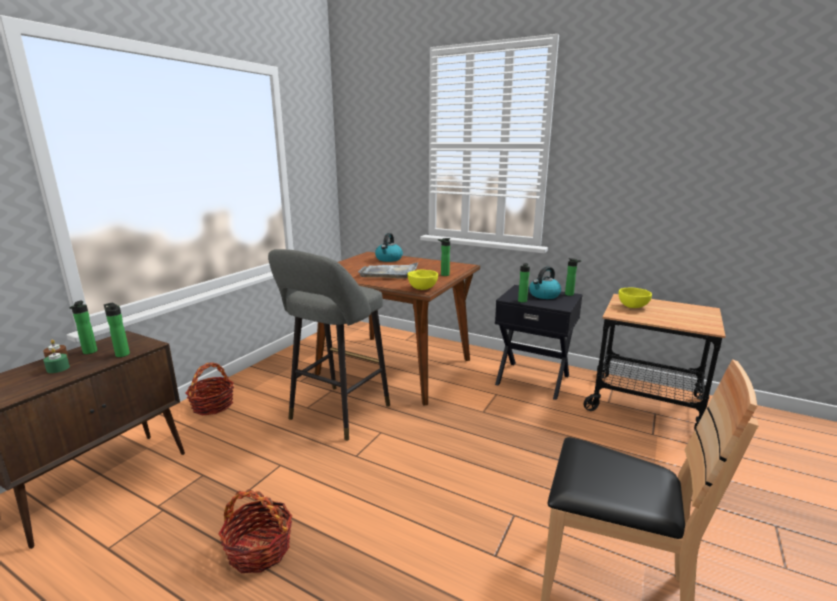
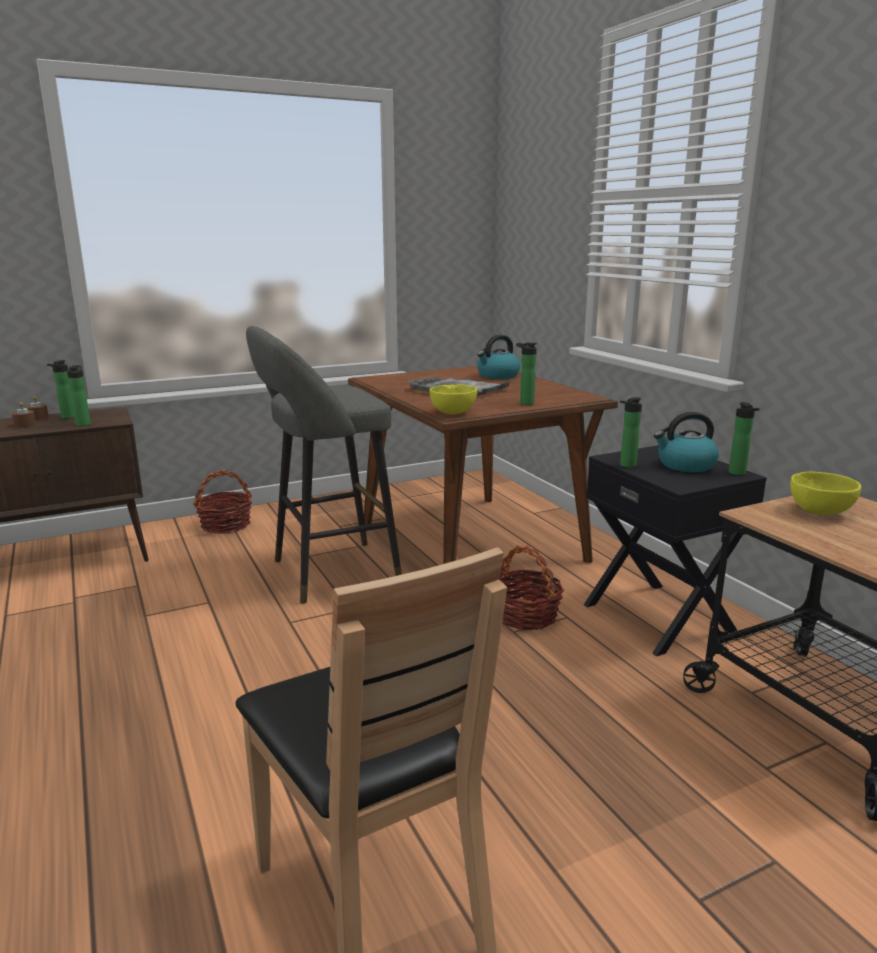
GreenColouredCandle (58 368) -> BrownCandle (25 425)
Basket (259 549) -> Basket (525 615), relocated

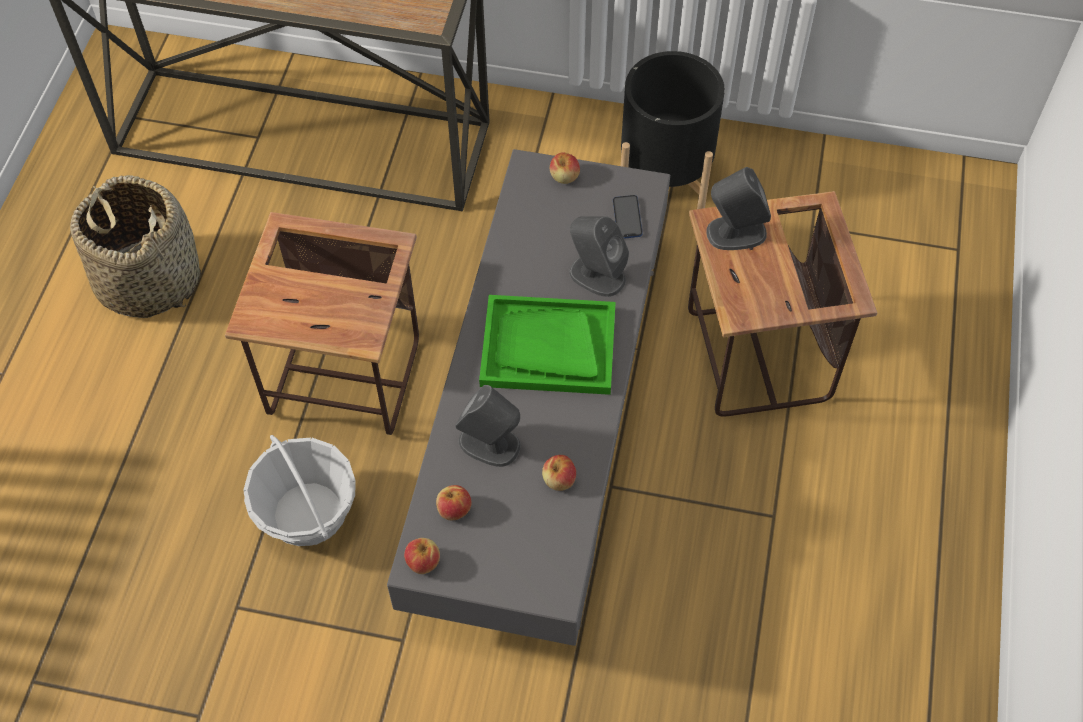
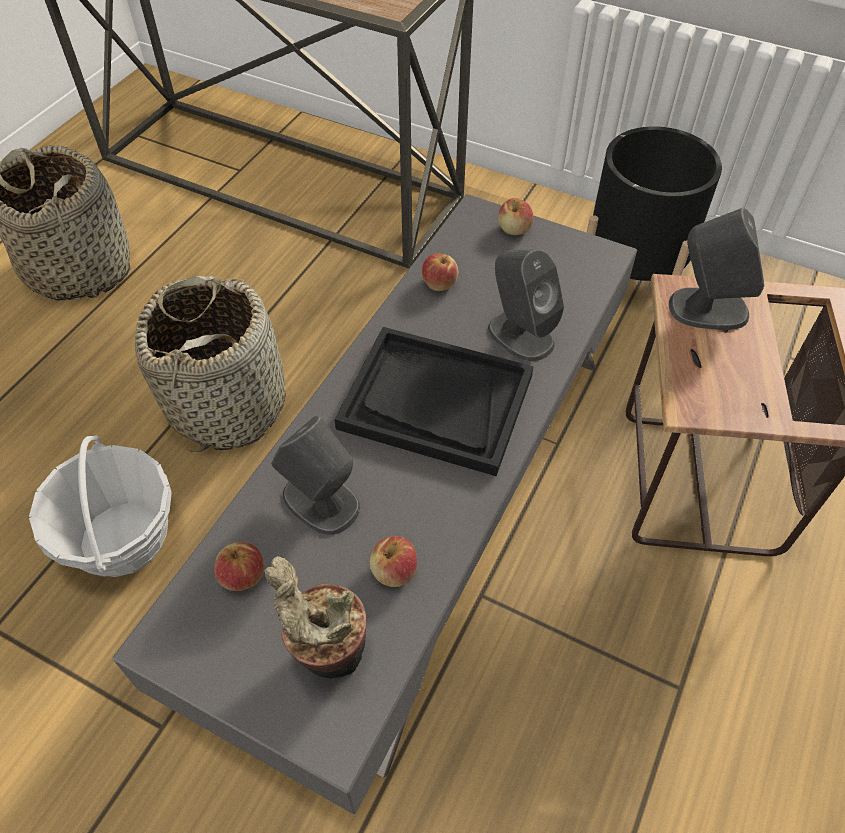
Telephone (627 218) -> none
AccentTable (348 379) -> Basket (228 404)
GreenColouredServingTray (548 347) -> BlackishServingTray (435 402)
WholeApple (423 561) -> WholeApple (439 283), relocated
none -> PottedPlant (327 656)

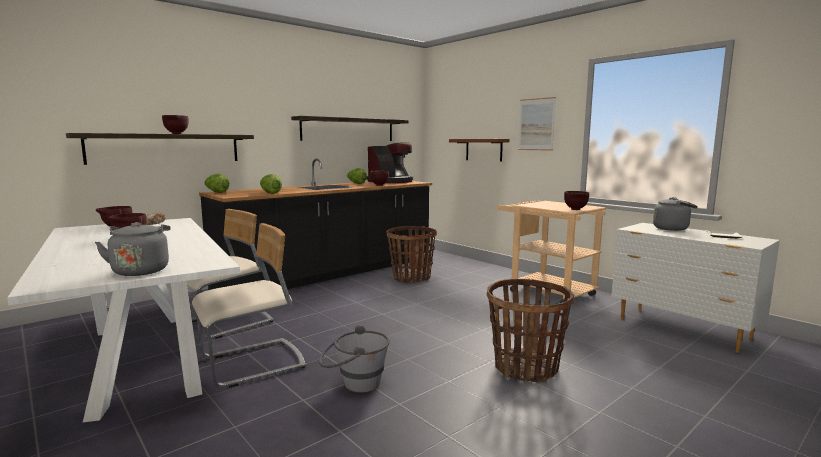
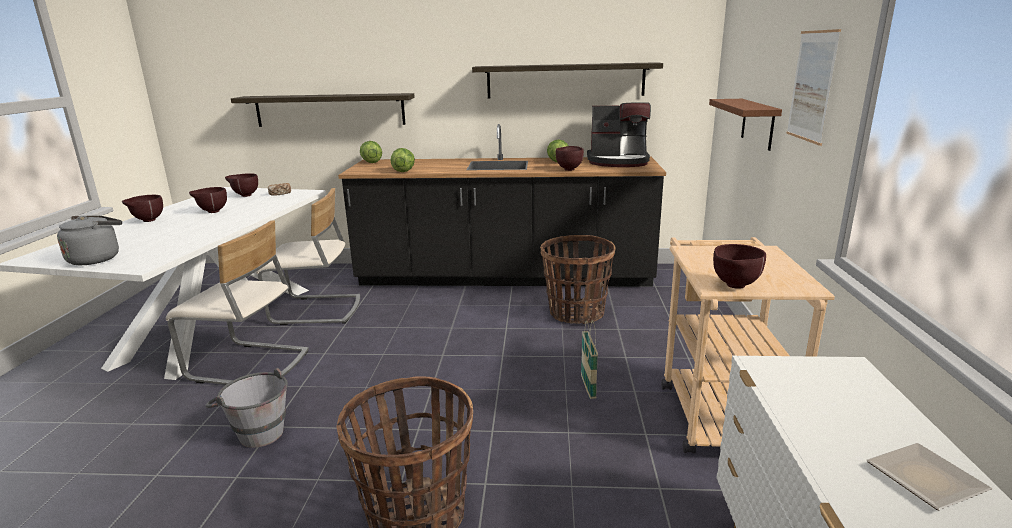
BrownServingBowl (176 133) -> BrownServingBowl (147 221), relocated
GrayTeaKettle (673 229) -> none
none -> Basket (588 387)

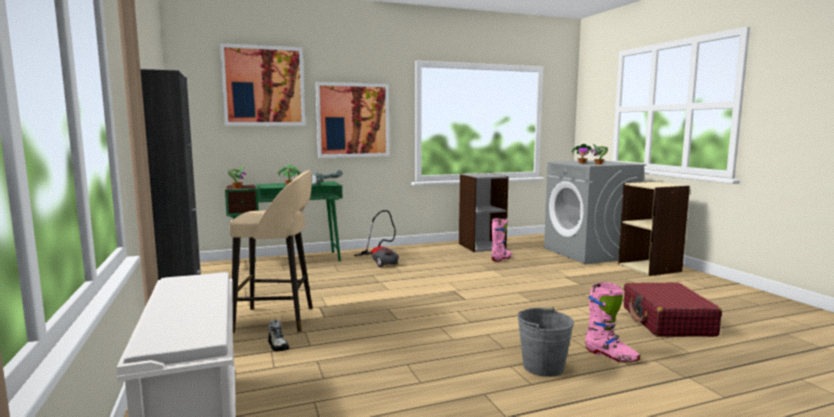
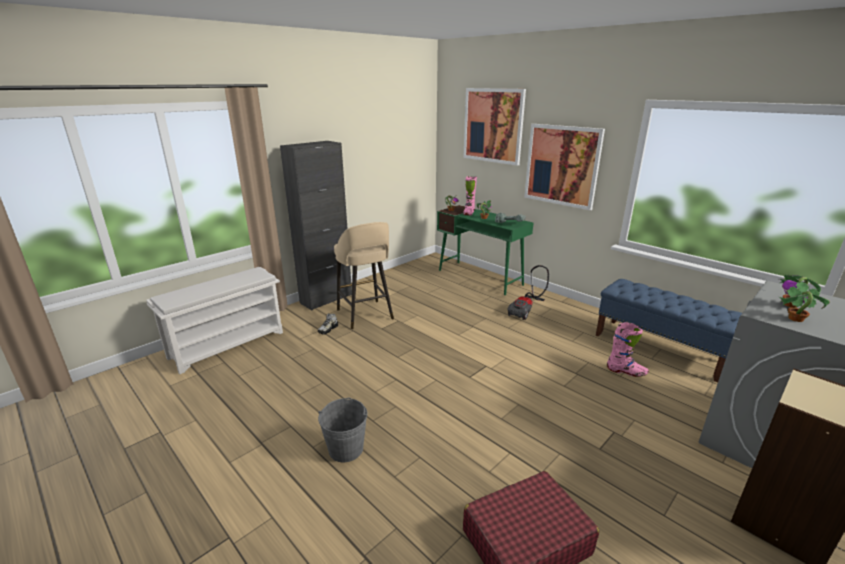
GrayShelvingUnit (481 246) -> BlueIndoorBench (659 348)
PinkishBoot (611 356) -> PinkishBoot (468 213), relocated

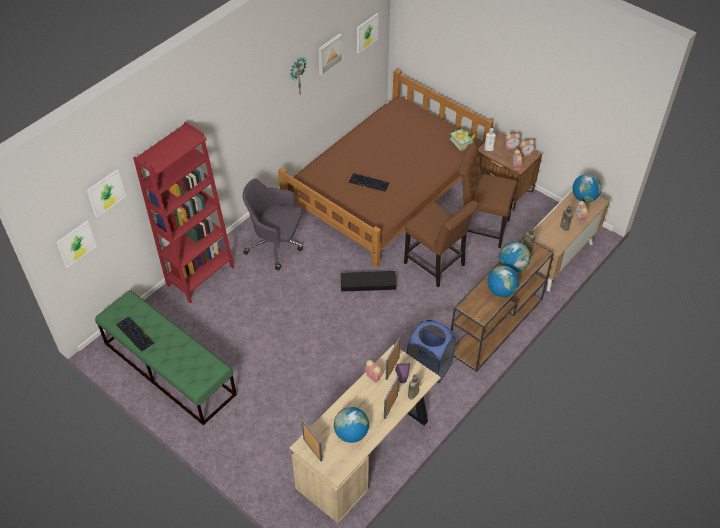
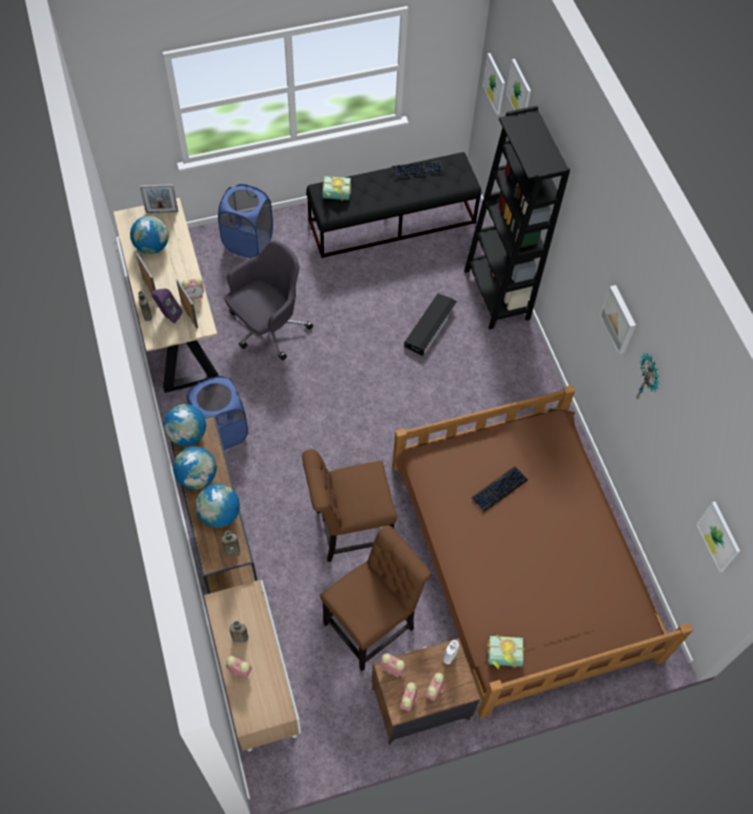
WallPicture (329 53) -> WallPicture (620 319), relocated
RedShelvingUnit (200 276) -> BlackishShelvingUnit (496 294)
Globe (584 198) -> Globe (187 435), relocated
GrayDeskChair (276 245) -> GrayDeskChair (268 328), relocated
BlackishStorageContainer (368 283) -> BlackishStorageContainer (430 327), relocated
GreenColouredIndoorBench (169 368) -> BlackishIndoorBench (392 221)
none -> Book (336 196)
none -> BlueWashingBasket (248 242)

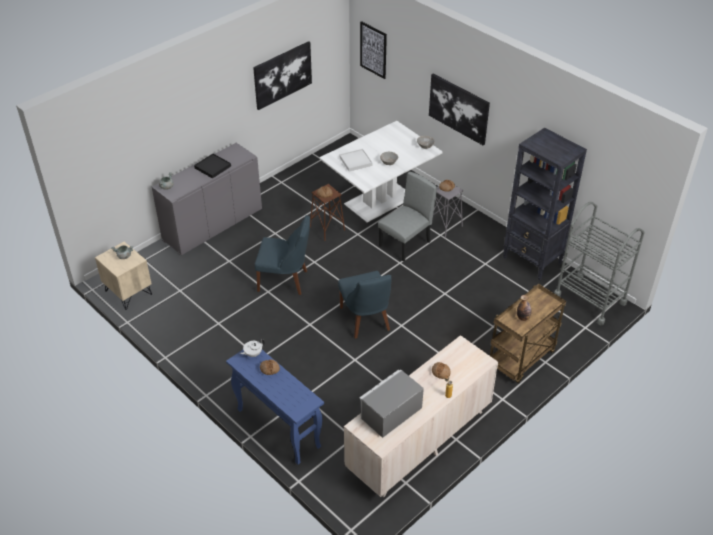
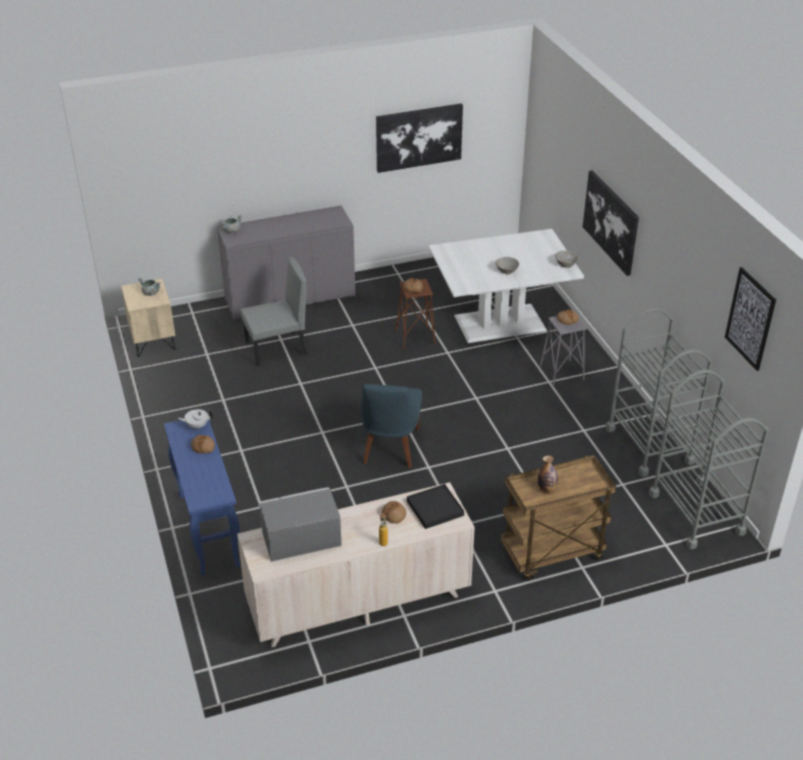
WallPicture (373 50) -> WallPicture (750 318), relocated
BlackishShelvingUnit (532 261) -> GrayWheeledCart (649 445)
WhiteServingTray (355 161) -> none
BlackishServingTray (213 167) -> BlackishServingTray (435 508), relocated
GrayUprightChair (405 244) -> GrayUprightChair (276 349), relocated
BlueUprightChair (285 281) -> none

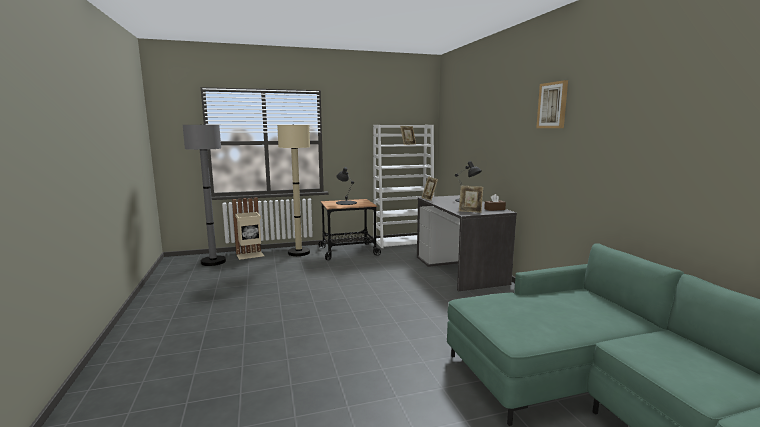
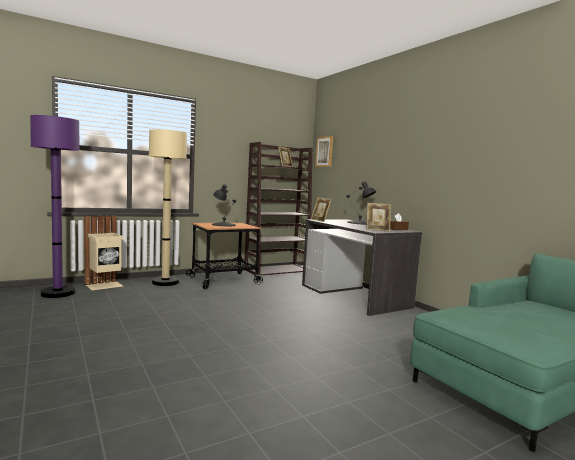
WallPicture (552 105) -> WallPicture (324 152), relocated
GrayStandingLamp (213 262) -> PurplishStandingLamp (57 293)
WhiteShelvingUnit (404 241) -> BrownShelvingUnit (277 271)

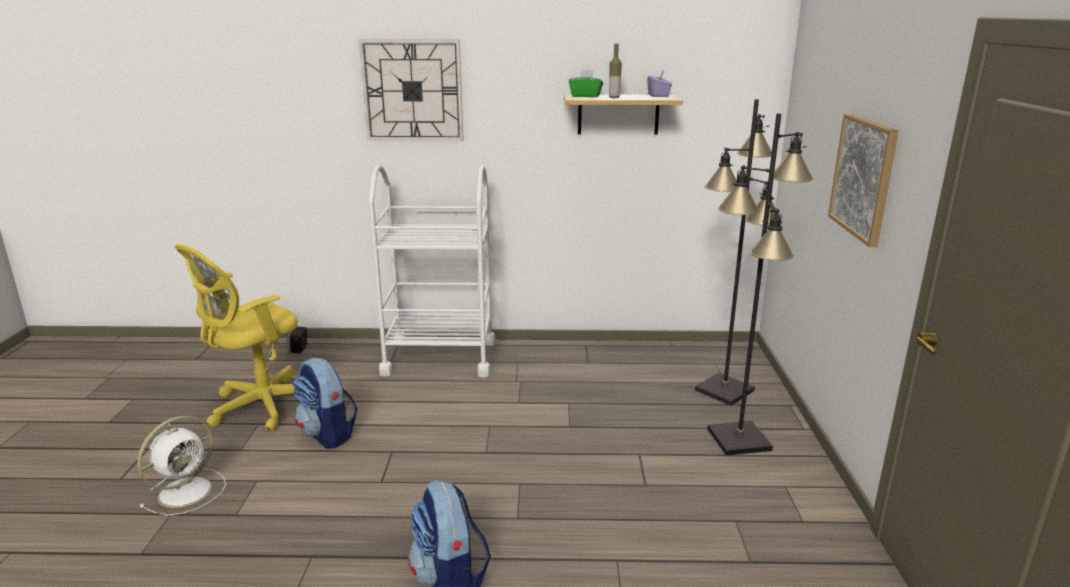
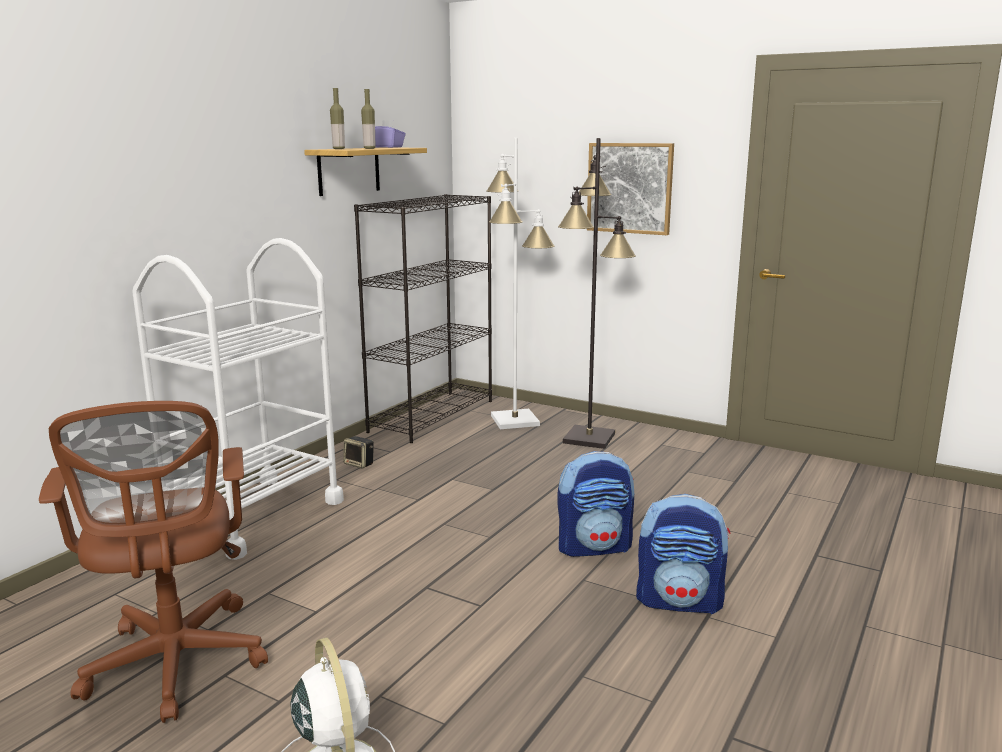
ClockOnTheWall (412 91) -> none
GreenColouredTissueHolder (585 96) -> Bottle (338 149)
BlackishStandingLamp (725 390) -> WhiteStandingLamp (515 420)
YellowDeskChair (261 406) -> BrownDeskChair (175 666)
Loudspeaker (298 349) -> Loudspeaker (360 464), relocated
Knapsack (328 434) -> Knapsack (594 547), relocated
none -> BlackishShelvingUnit (432 416)

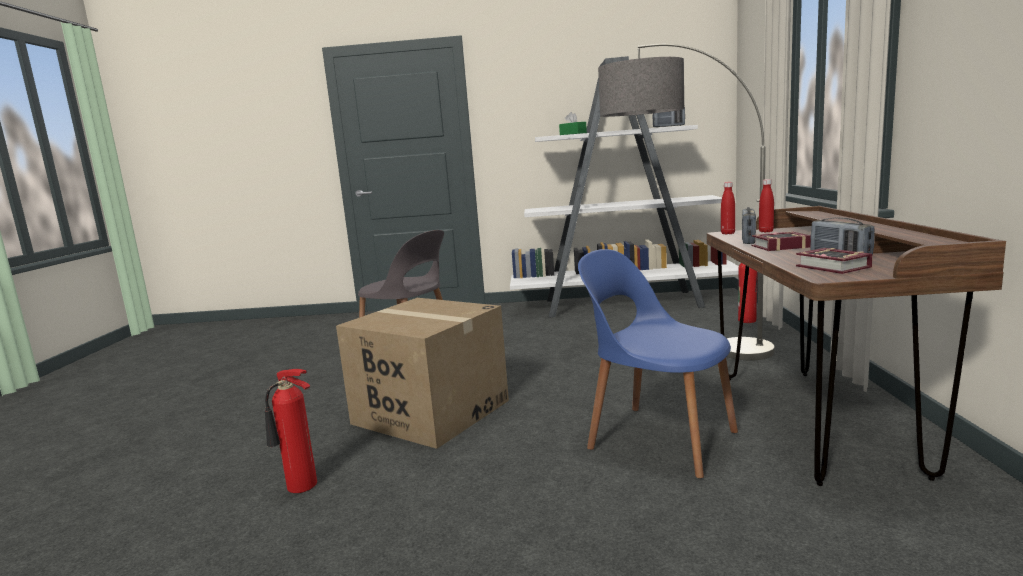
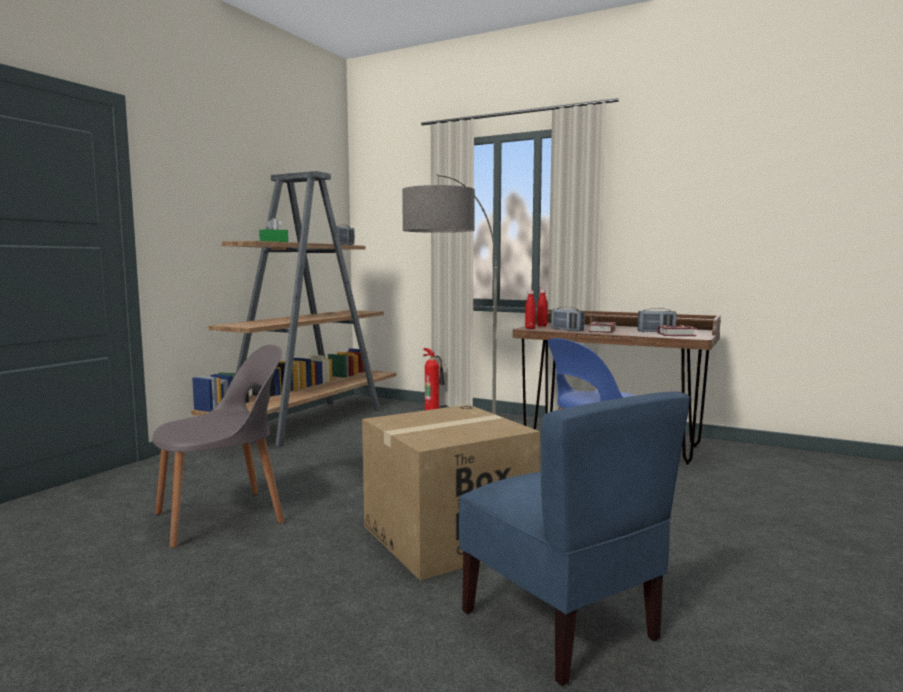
WhiteShelvingUnit (624 304) -> BrownShelvingUnit (309 421)
FireExtinguisher (301 487) -> BlueUprightChair (561 624)

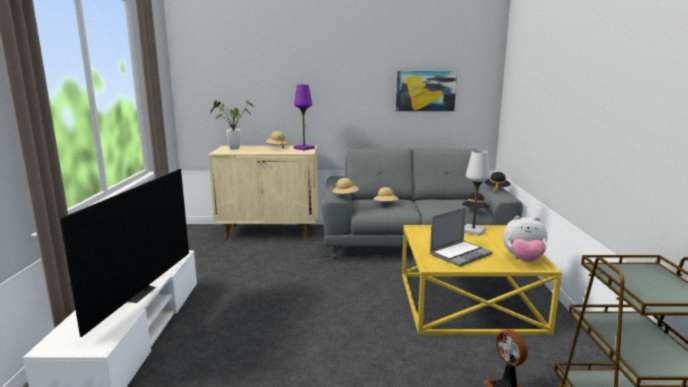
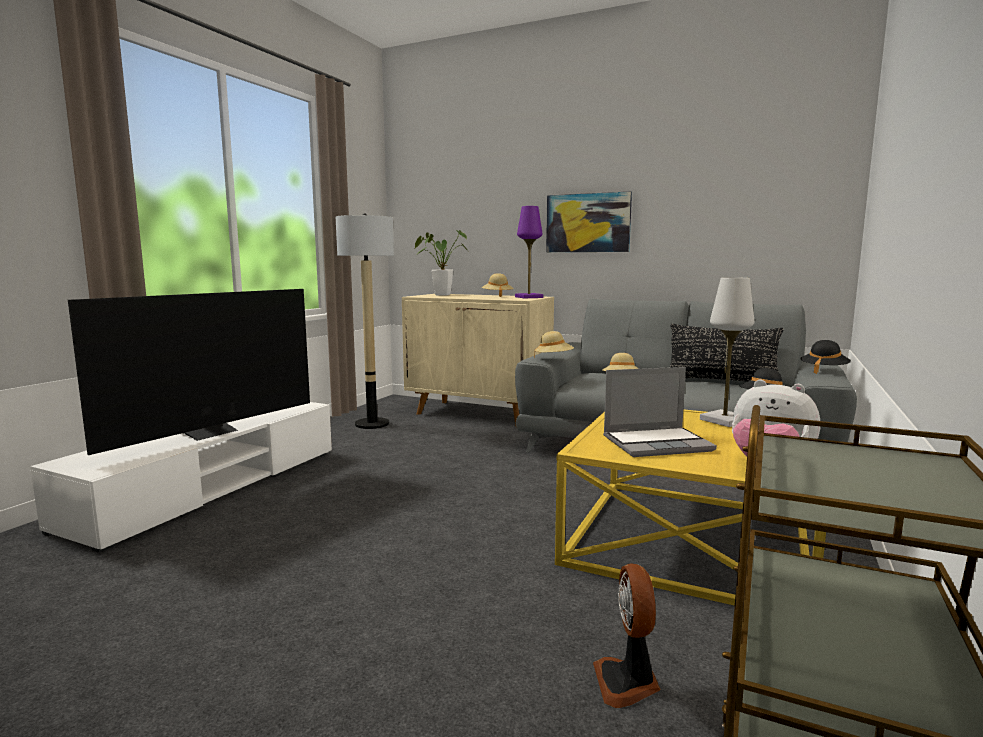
WallPicture (425 91) -> WallPicture (588 223), relocated
none -> StandingLamp (372 424)
none -> BlackishThrowPillow (721 382)

